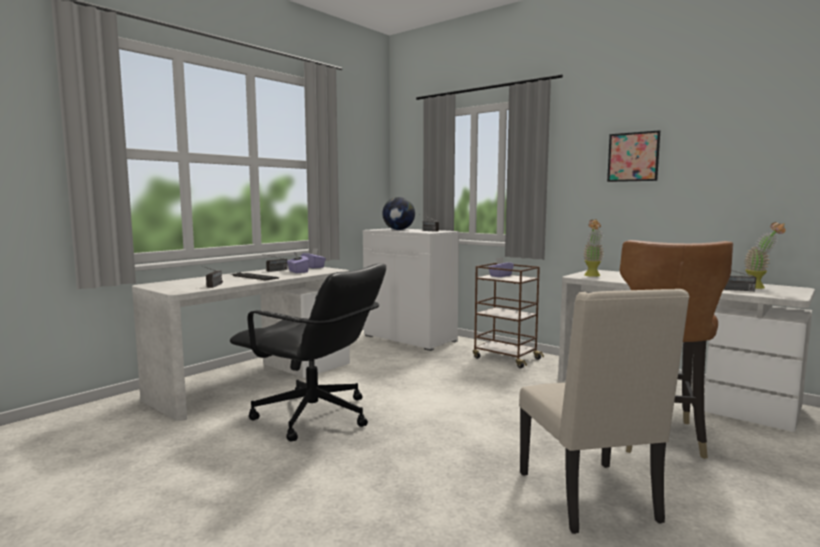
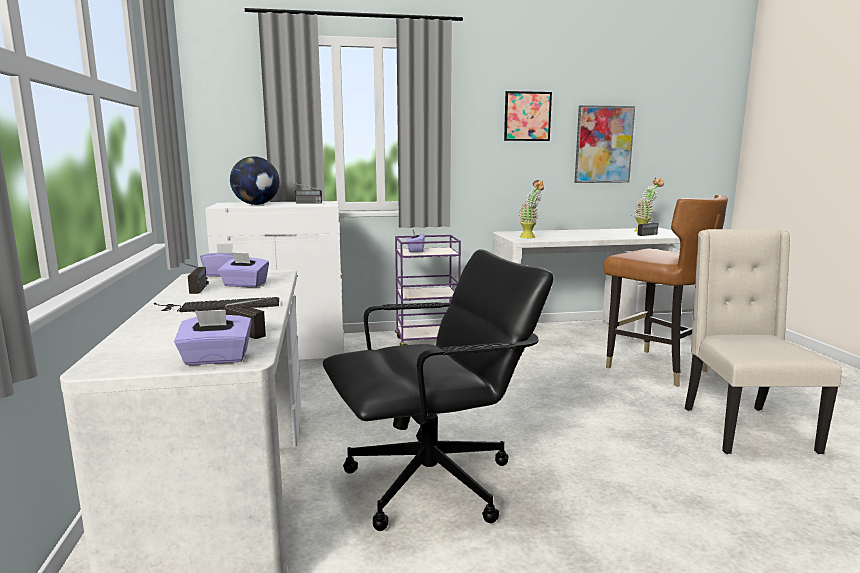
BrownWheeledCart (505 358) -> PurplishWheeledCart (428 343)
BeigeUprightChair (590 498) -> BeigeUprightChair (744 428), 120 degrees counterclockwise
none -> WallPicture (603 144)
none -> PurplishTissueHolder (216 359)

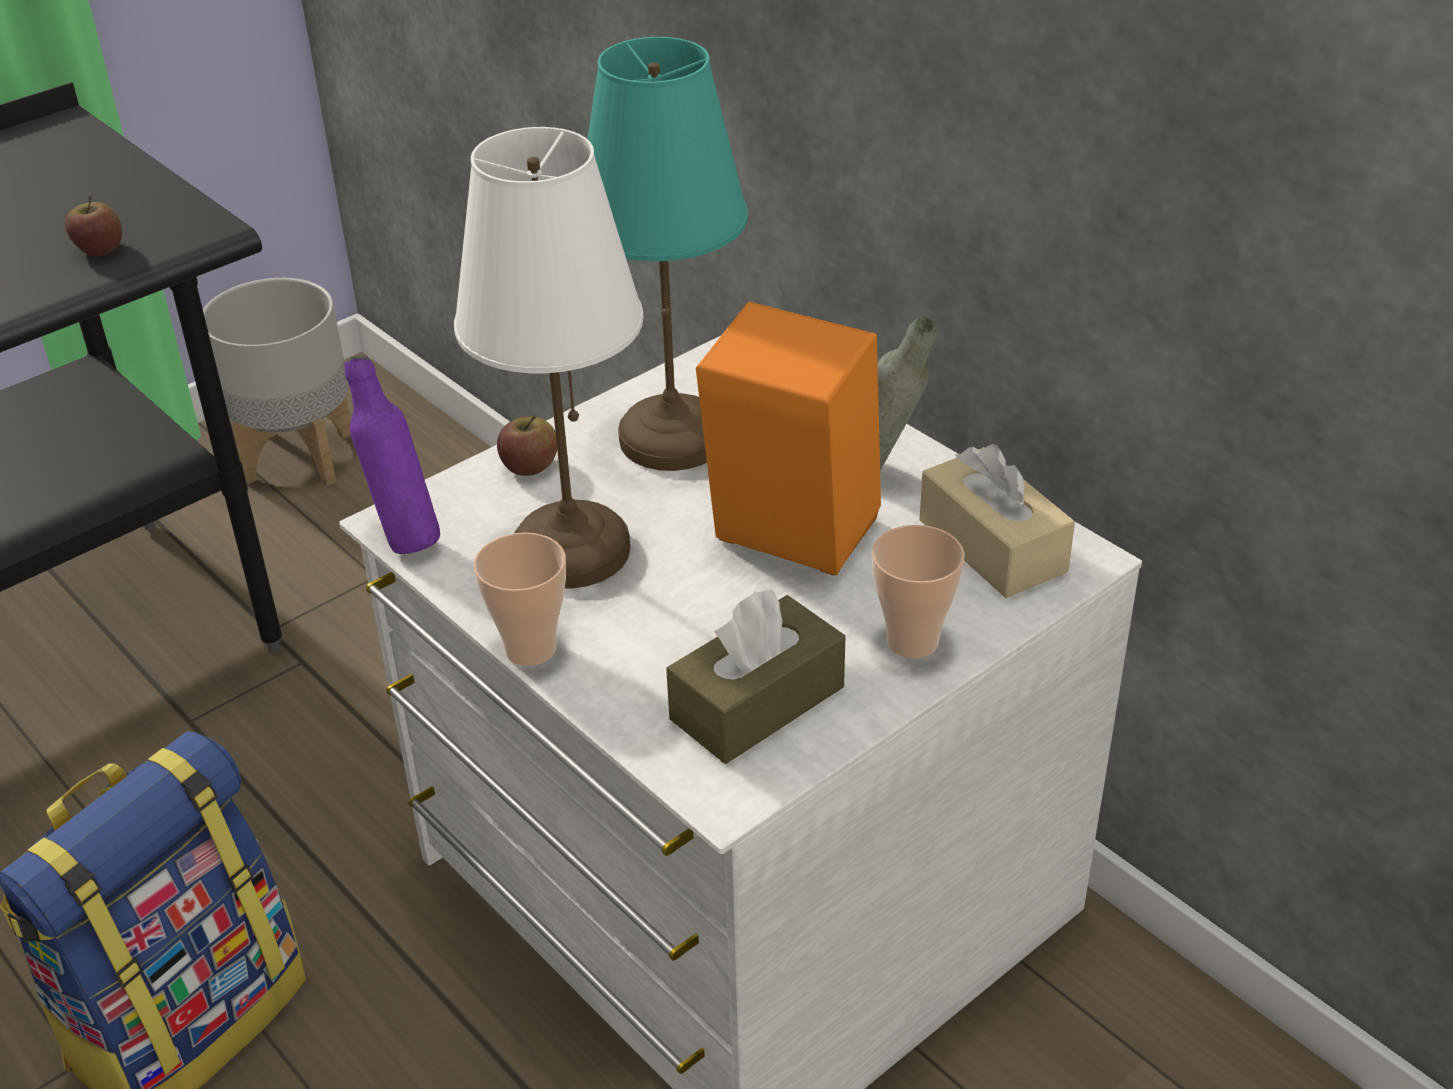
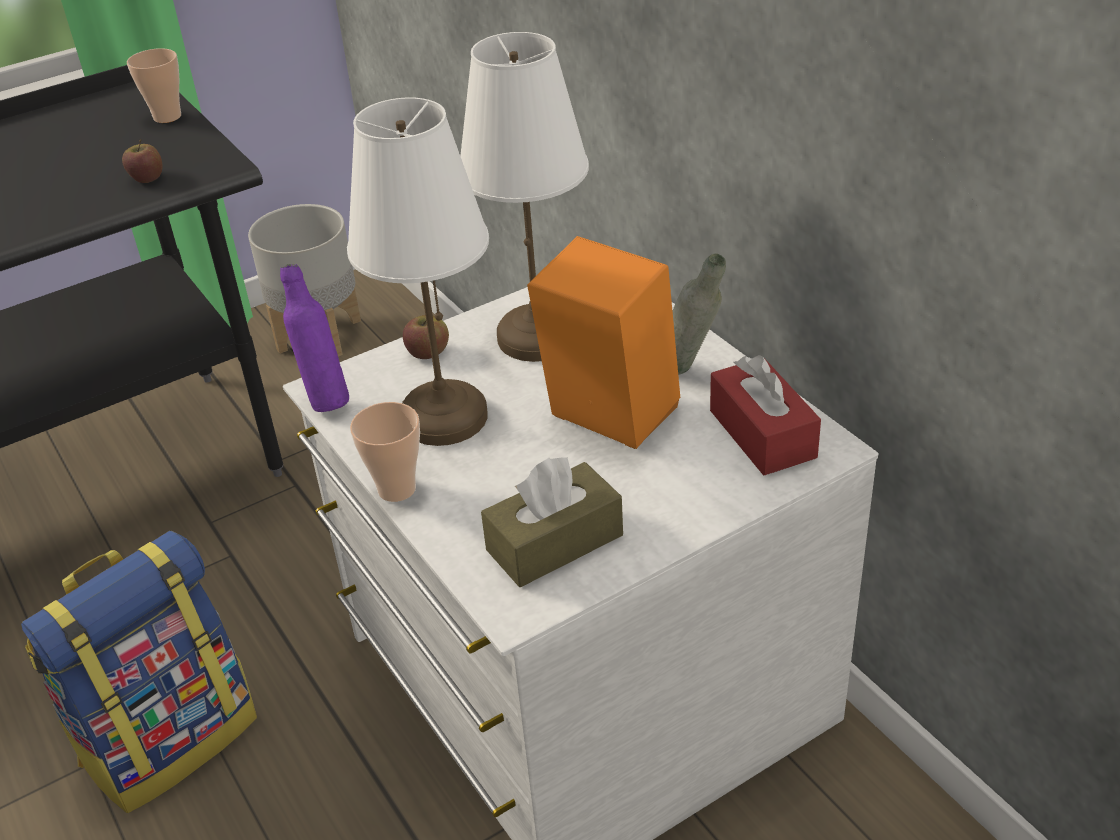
BlueGreenTableLamp (671 438) -> WhiteTableLamp (536 336)
BeigeTissueHolder (992 546) -> RedTissueHolder (762 434)
SmallCup (912 641) -> SmallCup (167 117), relocated

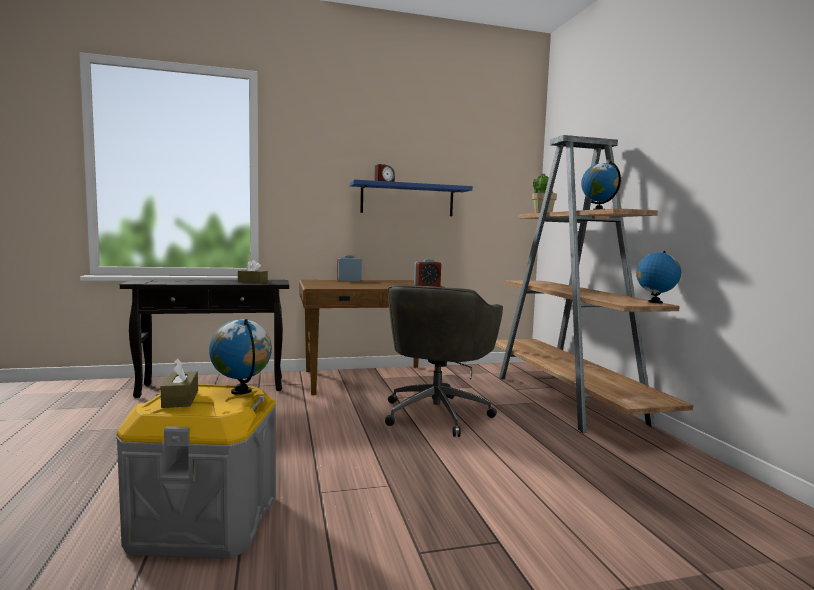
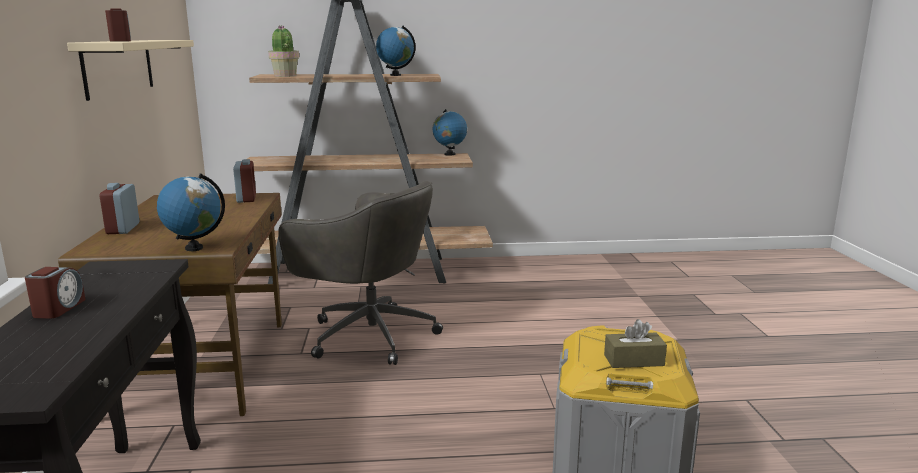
BlueBracketShelf (407 200) -> BeigeBracketShelf (119 67)
BrownTissueHolder (252 282) -> none
Globe (241 391) -> Globe (194 248), relocated
none -> BedsideClock (59 308)

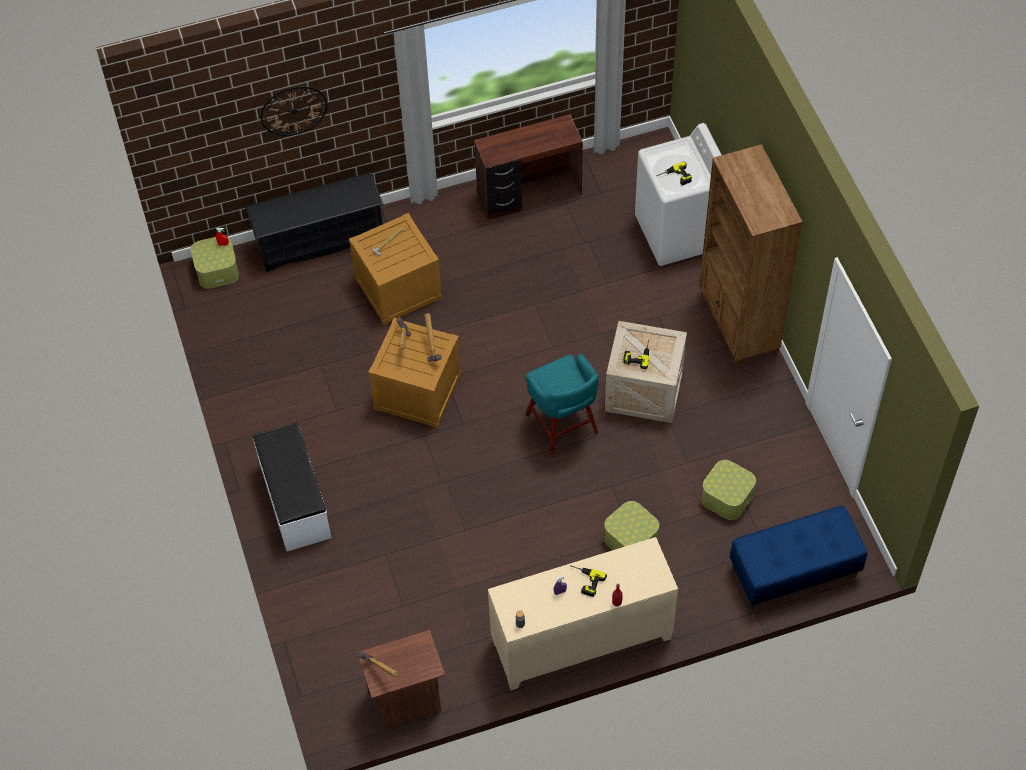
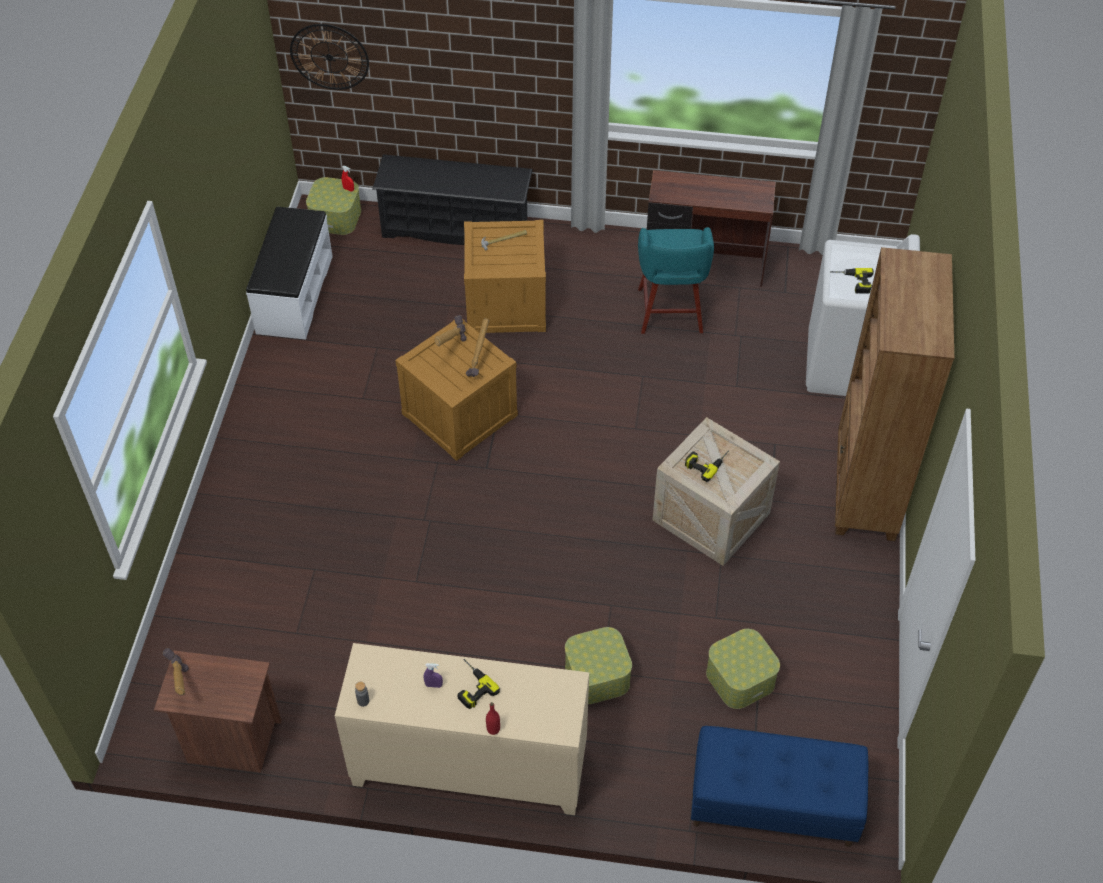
ClockOnTheWall (294 111) -> ClockOnTheWall (329 57), relocated
BlueGreenStoolSeat (562 425) -> BlueGreenStoolSeat (670 312), relocated
WhiteIndoorBench (294 501) -> WhiteIndoorBench (294 294), relocated

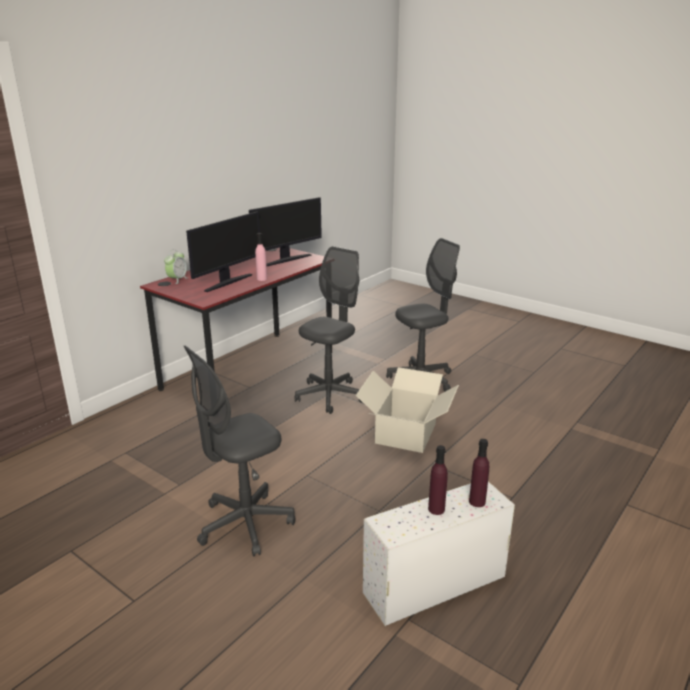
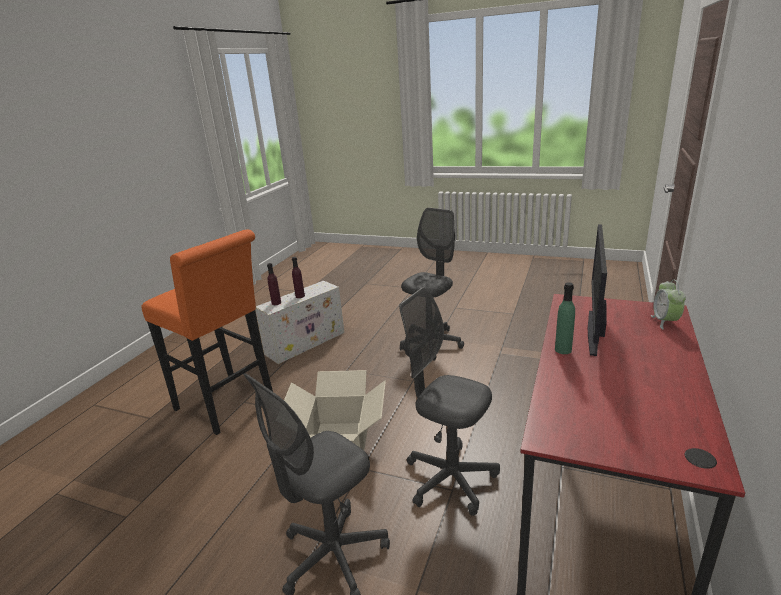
ComputerDisplay (286 260) -> none
PinkishBottle (262 279) -> GreenColouredBottle (563 350)
GrayDeskChair (329 396) -> GrayDeskChair (450 479), 105 degrees clockwise
none -> OrangeColouredStoolSeat (229 405)

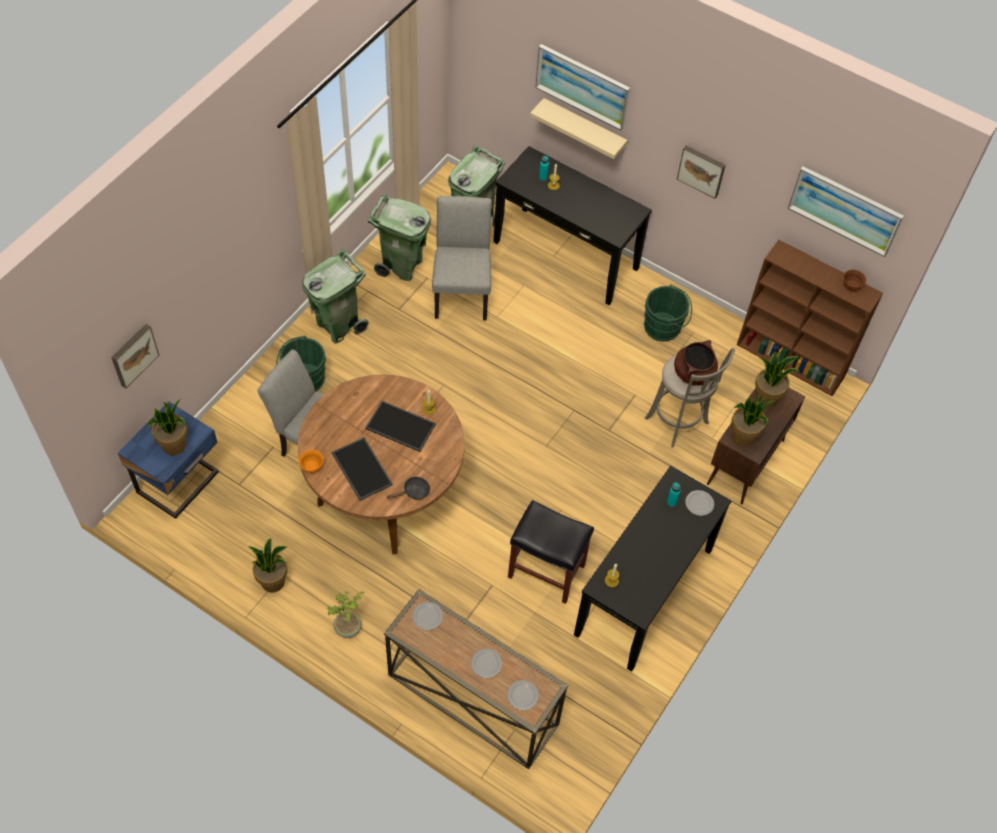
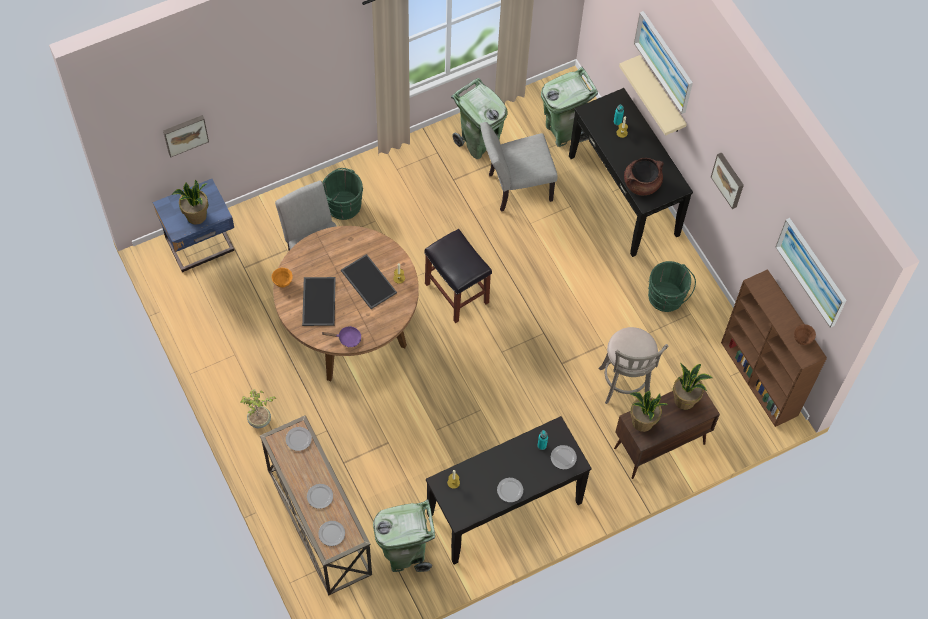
GrayUprightChair (462 291) -> GrayUprightChair (514 188), 135 degrees counterclockwise
GreenColouredWasteBin (338 325) -> GreenColouredWasteBin (405 553), relocated
BrownCookingPot (693 373) -> BrownCookingPot (642 184), relocated
BlackishSkillet (413 491) -> PurplishSkillet (347 338)
BlackishStoolSeat (547 571) -> BlackishStoolSeat (457 293), relocated
PottedPlant (273 581) -> none
none -> DinnerPlate (510 490)

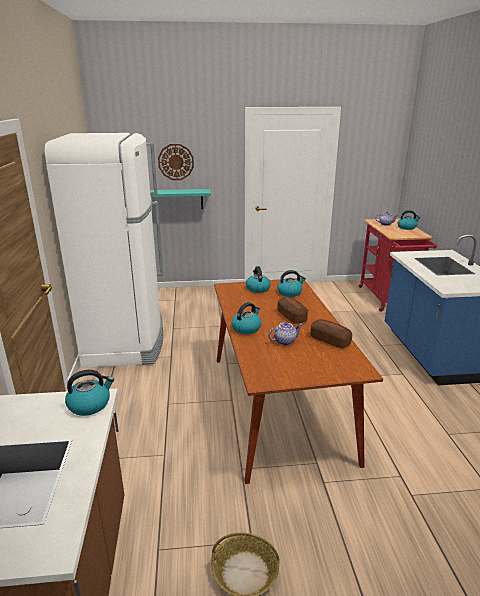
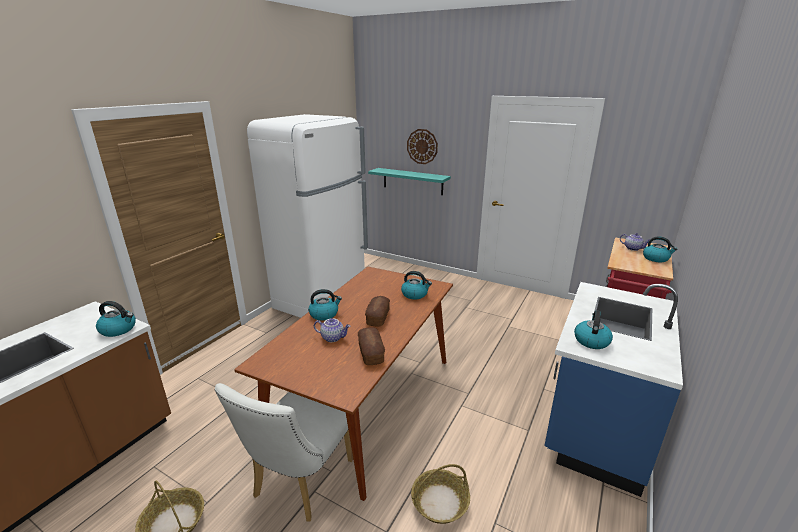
TeaKettle (257 288) -> TeaKettle (591 340), relocated
none -> WhiteUprightChair (299 483)
none -> Basket (440 502)

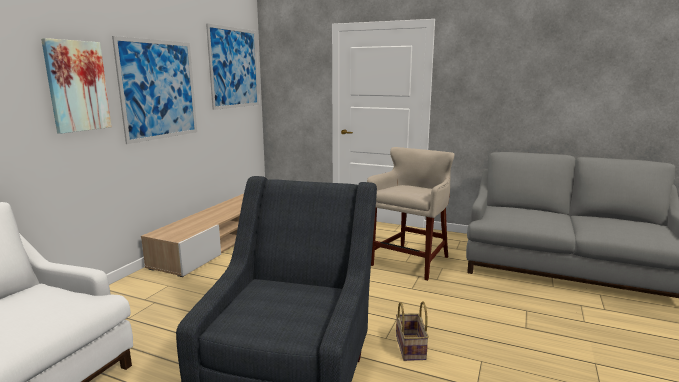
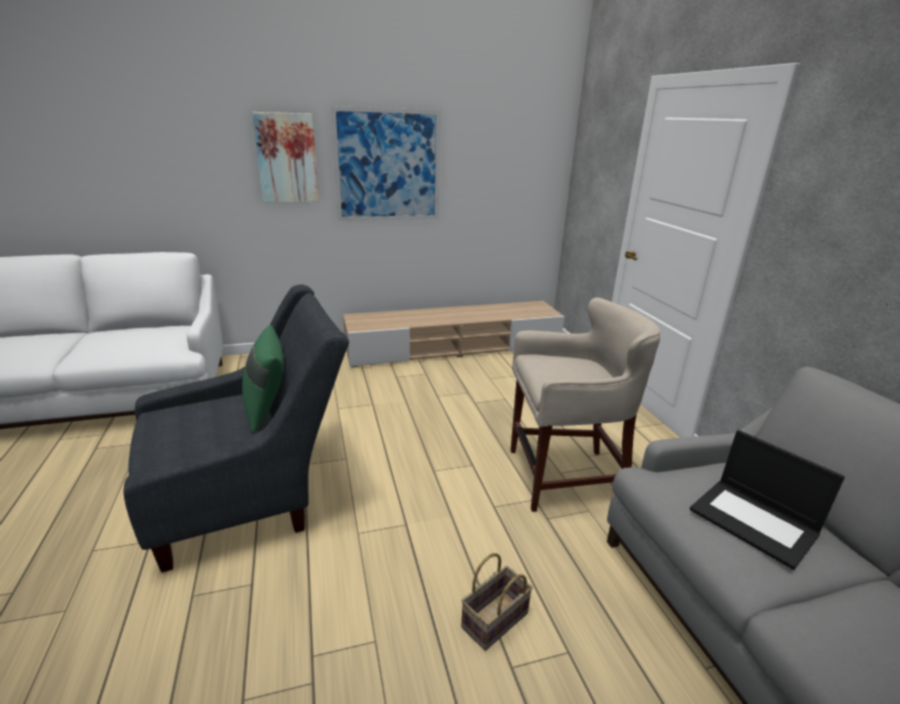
WallPicture (234 68) -> none
Basket (411 348) -> Basket (494 622), relocated
none -> GreenColouredThrowPillow (267 409)
none -> PortableComputer (755 522)

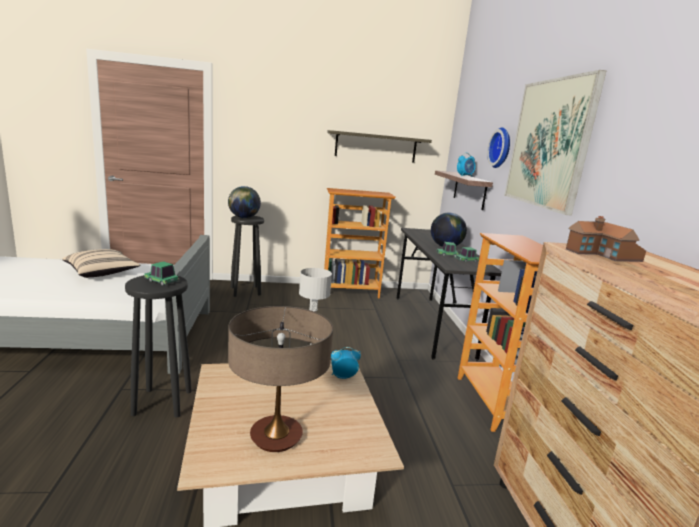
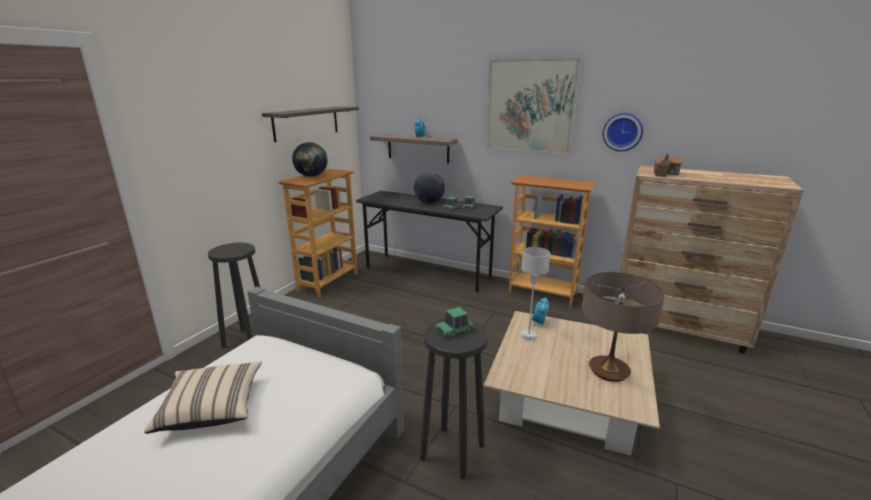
ClockOnTheWall (502 148) -> ClockOnTheWall (622 132), relocated
Globe (243 217) -> Globe (311 176), relocated

